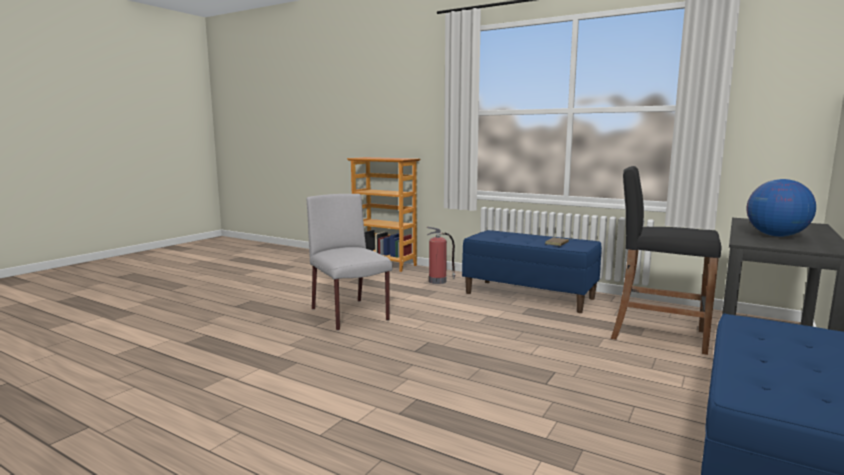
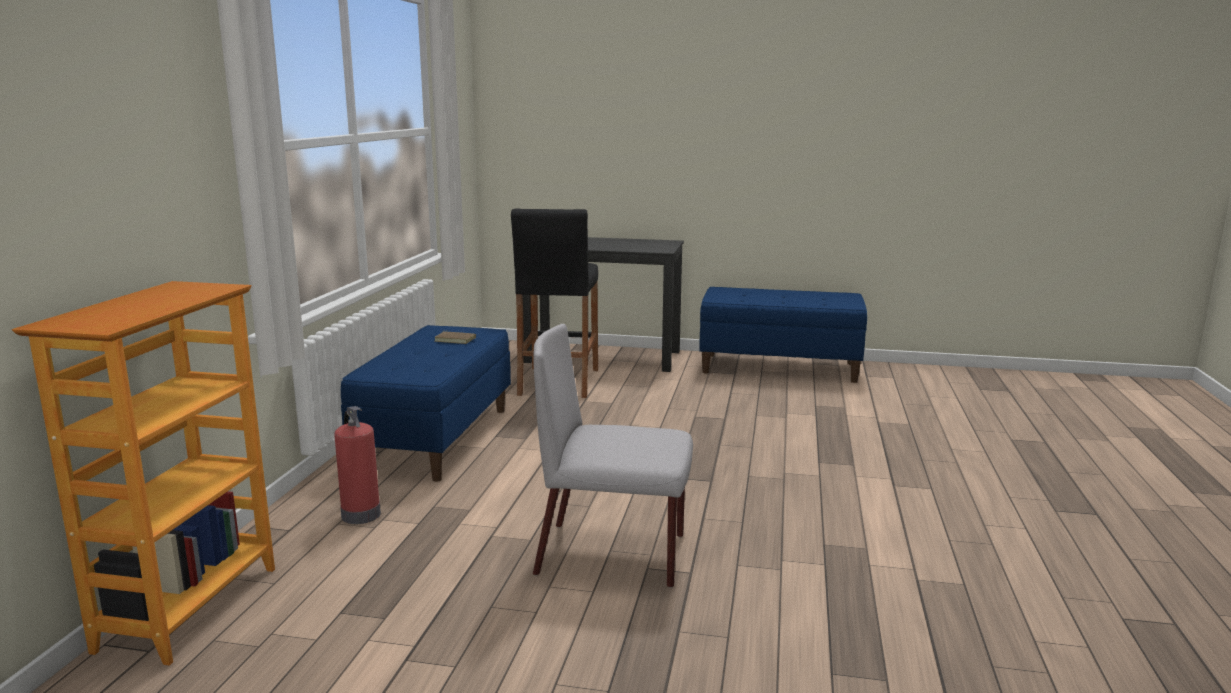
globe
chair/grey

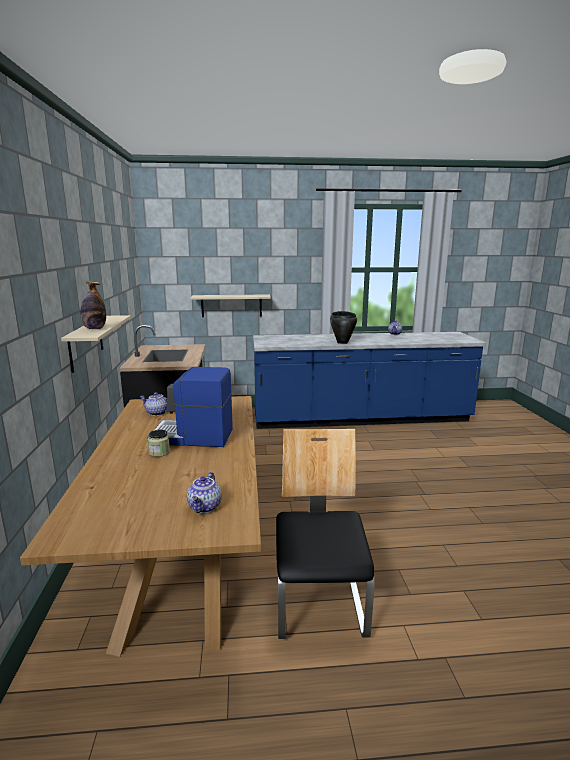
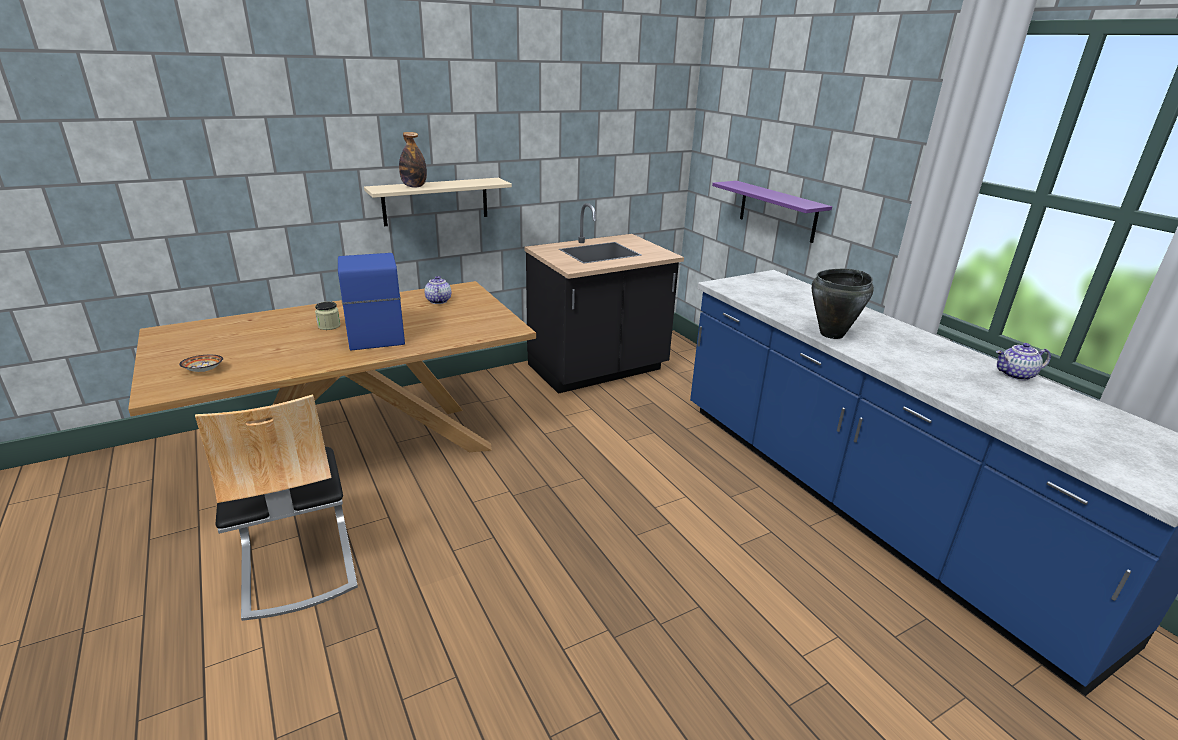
shelf/purple
chair
bowl

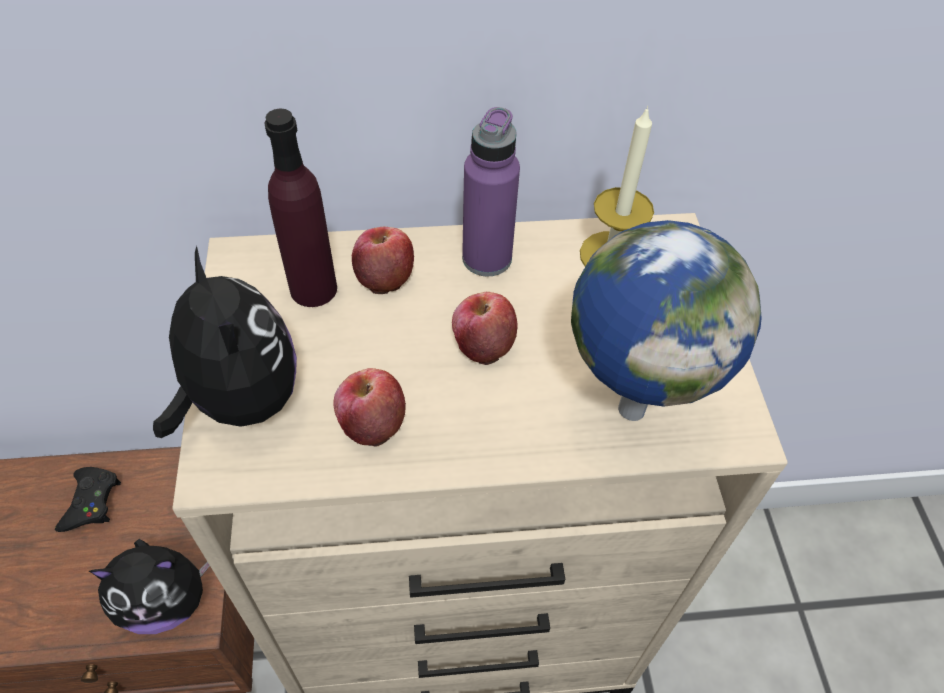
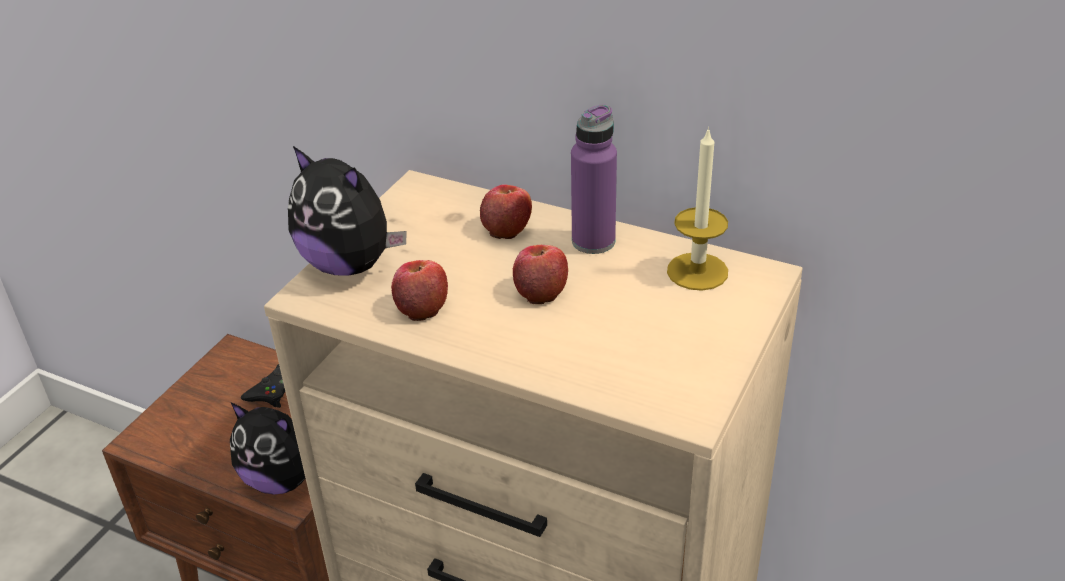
bottle/purple (no. 1 from left in the first image)
globe
plush toy (no. 2 from left)

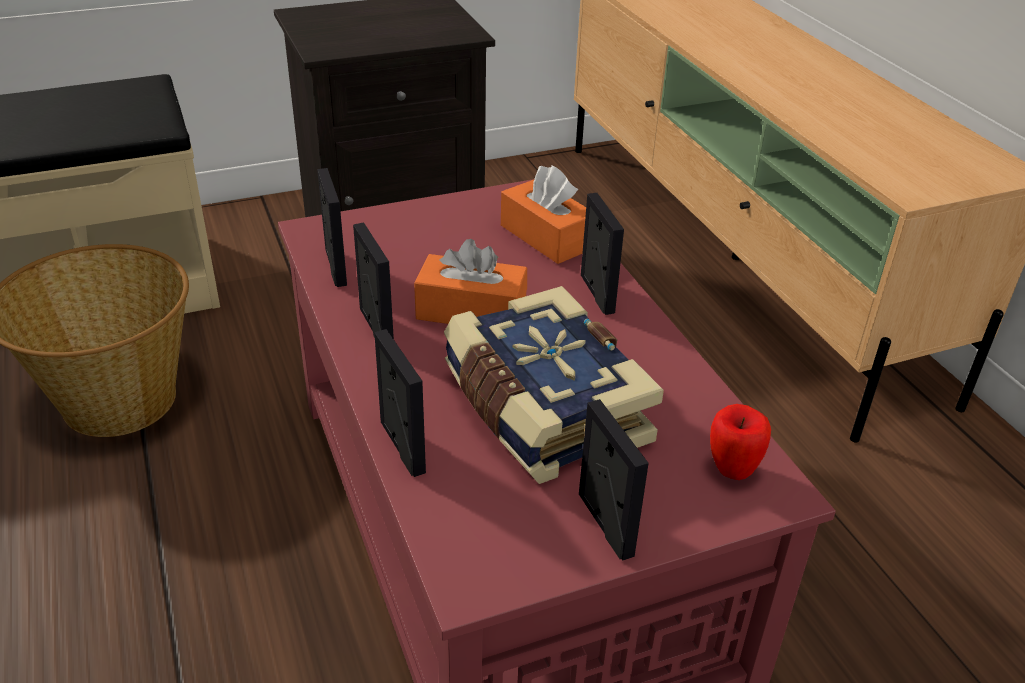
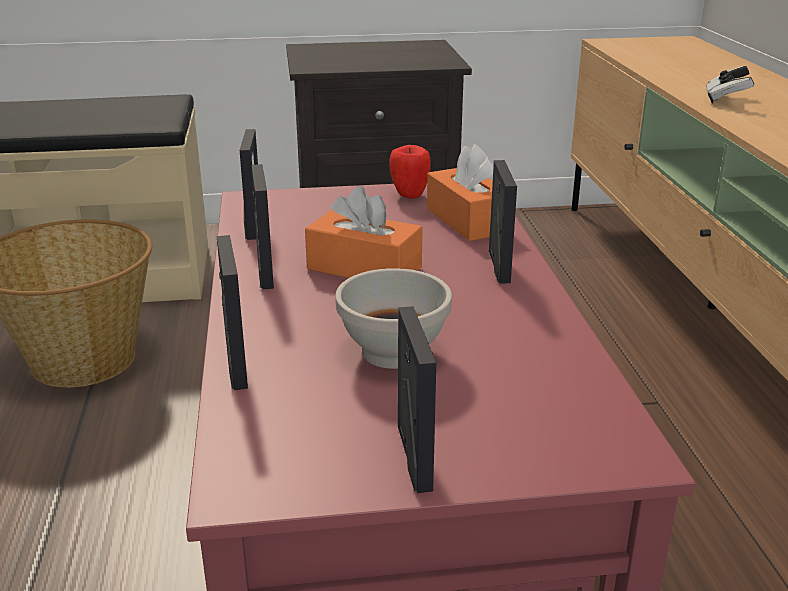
bowl/white
apple
game controller

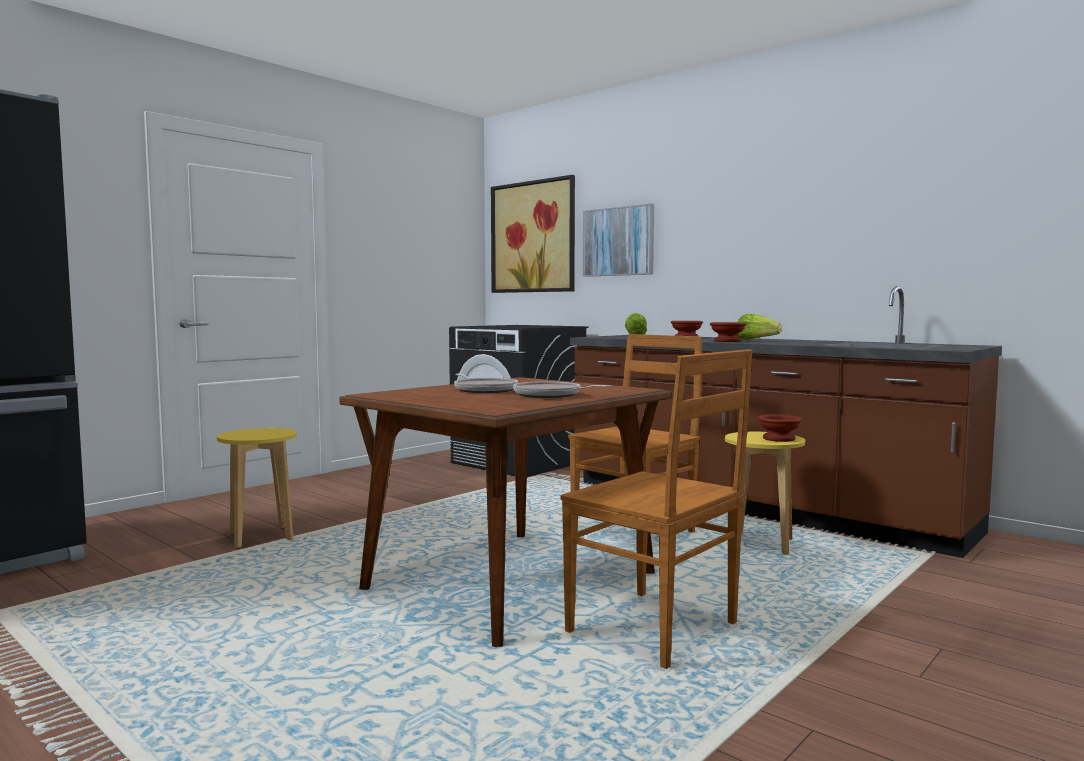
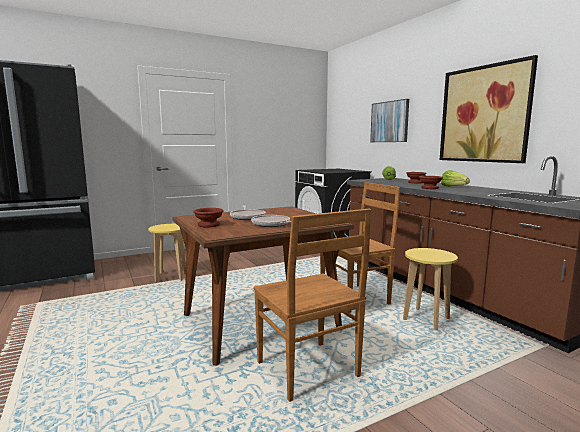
picture (no. 2 from left)
bowl/brown (no. 1 from left)

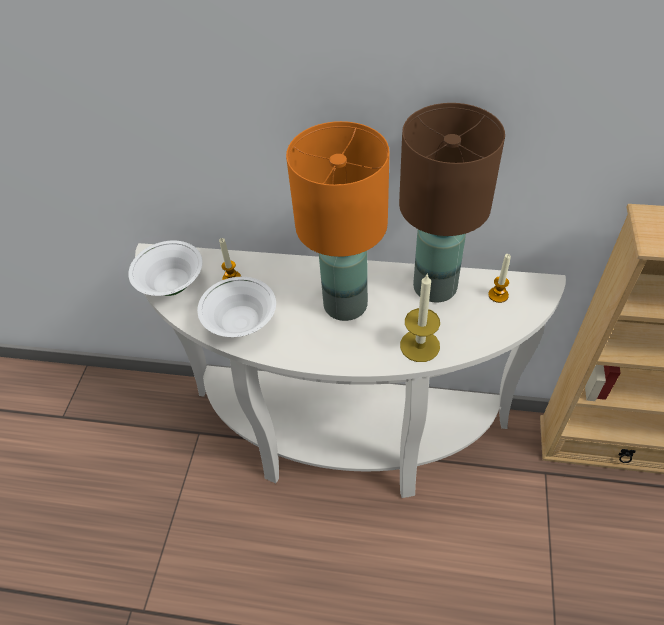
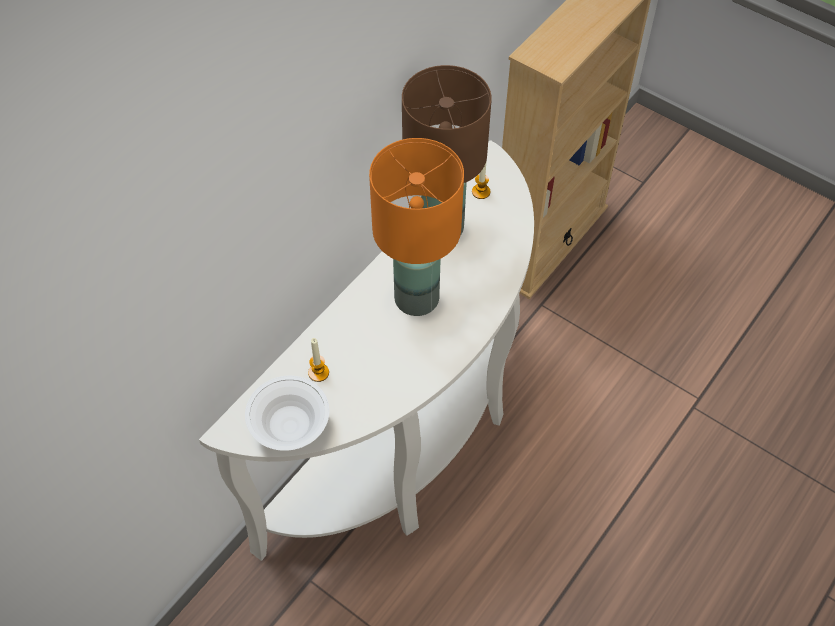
candle (no. 2 from left in the first image)
bowl/white (no. 2 from left in the first image)

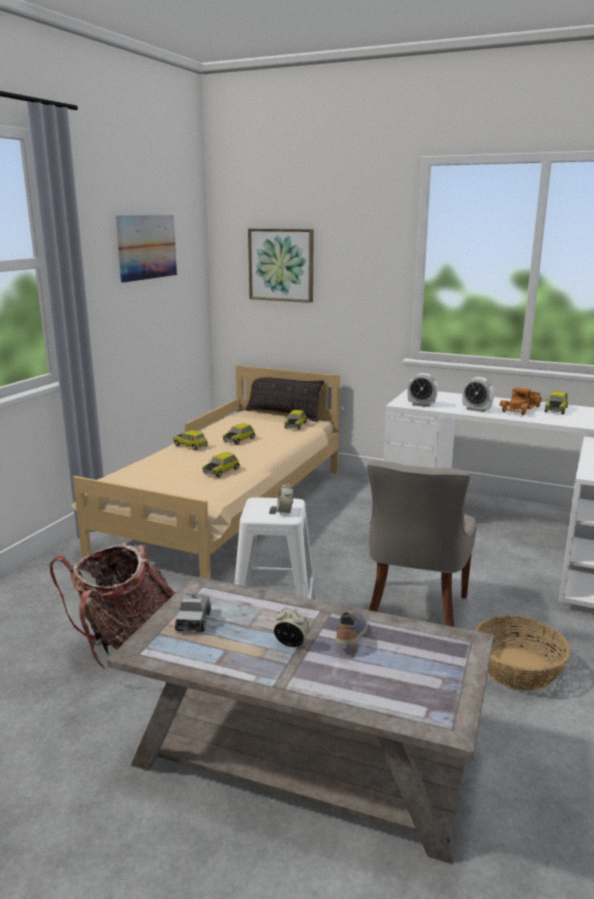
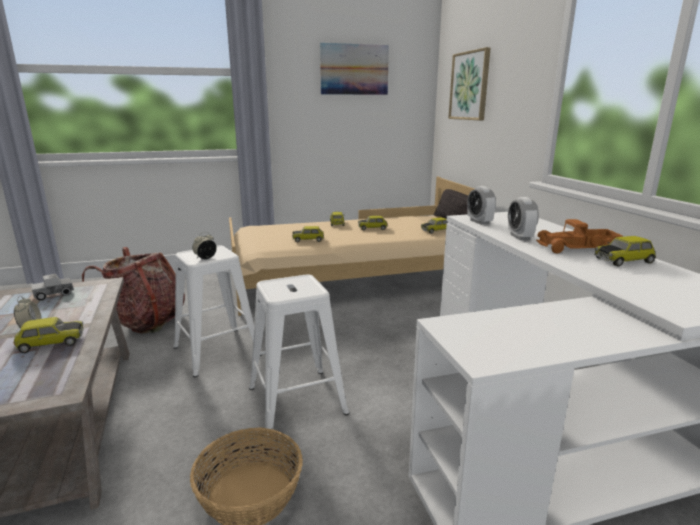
stool/white (no. 2 from left)
toy car (no. 1 from left)

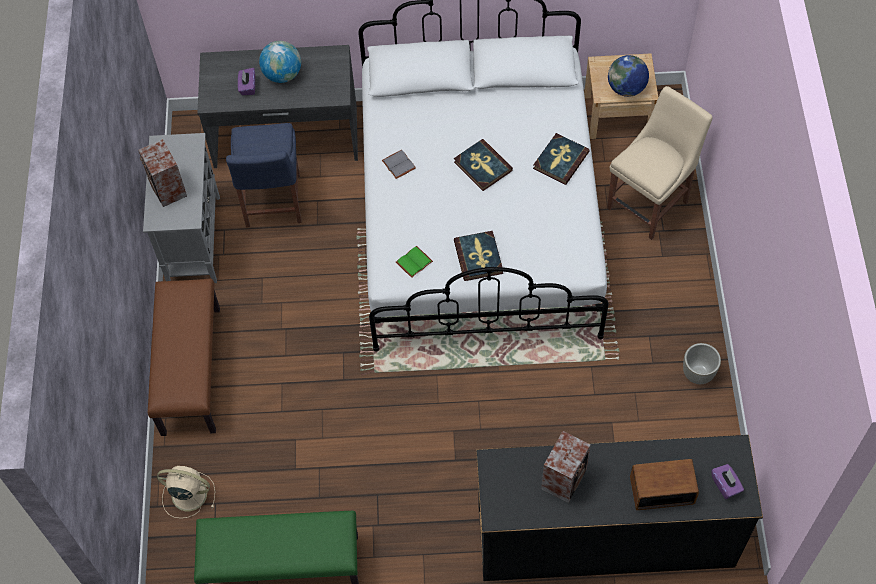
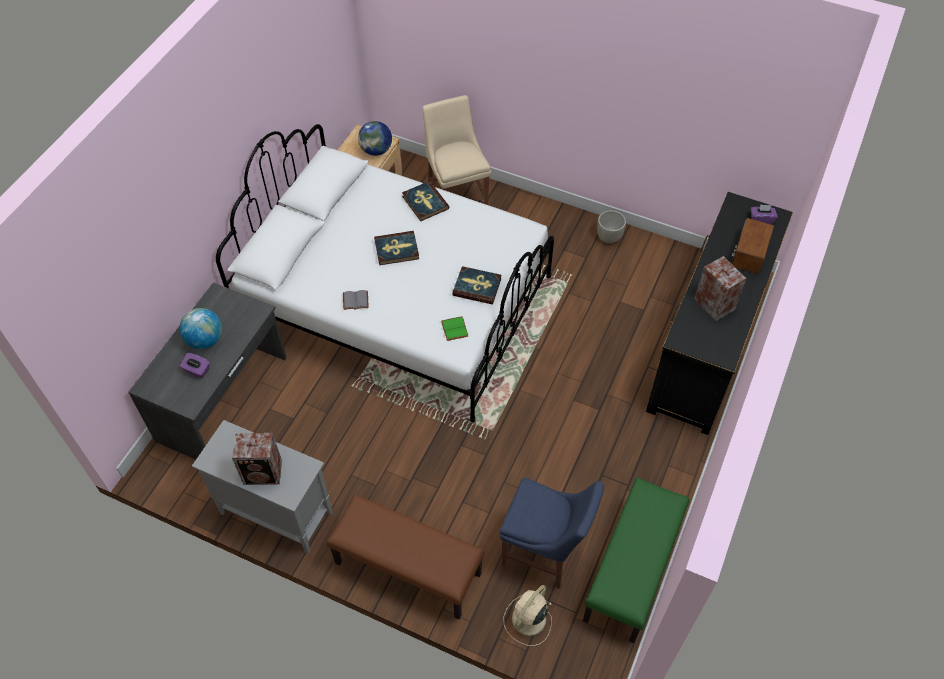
chair/blue

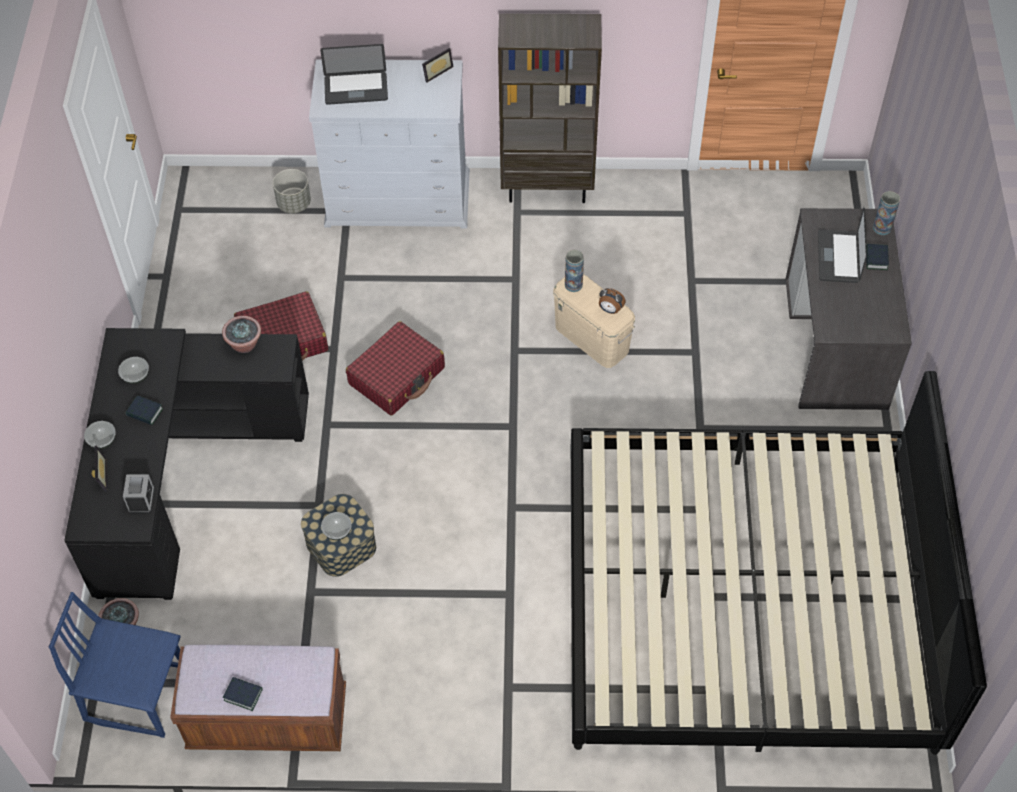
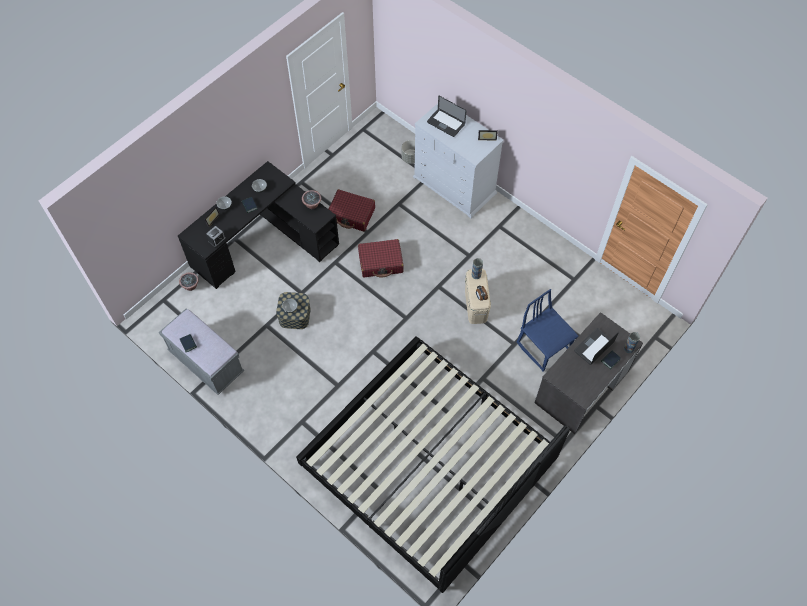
bookcase/brown
chair/blue
bench/grey

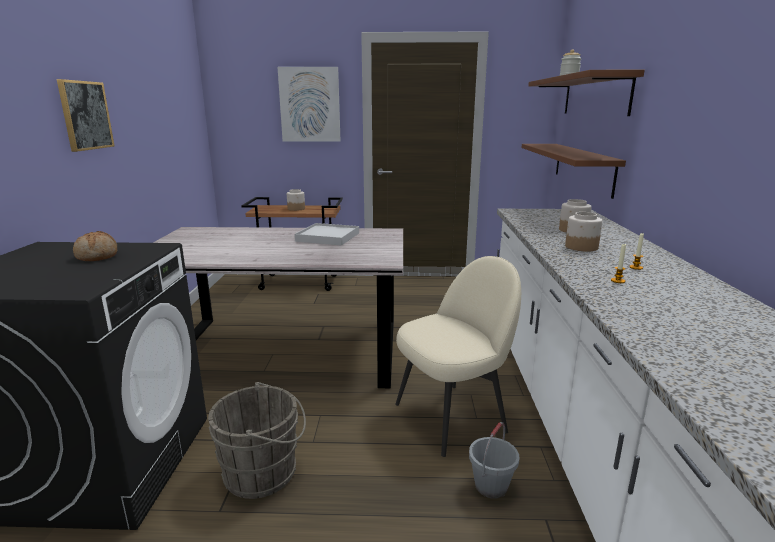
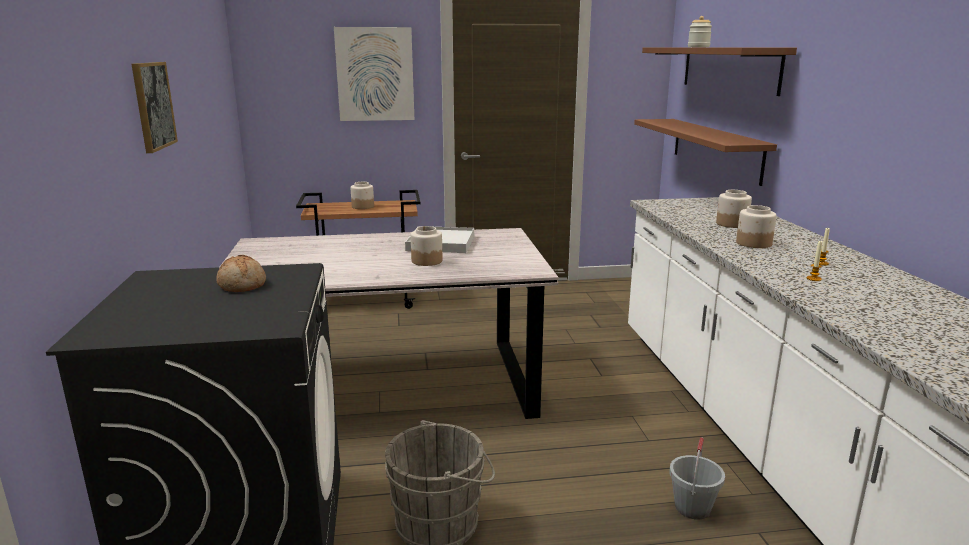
chair/beige
jar (no. 2 from left)

